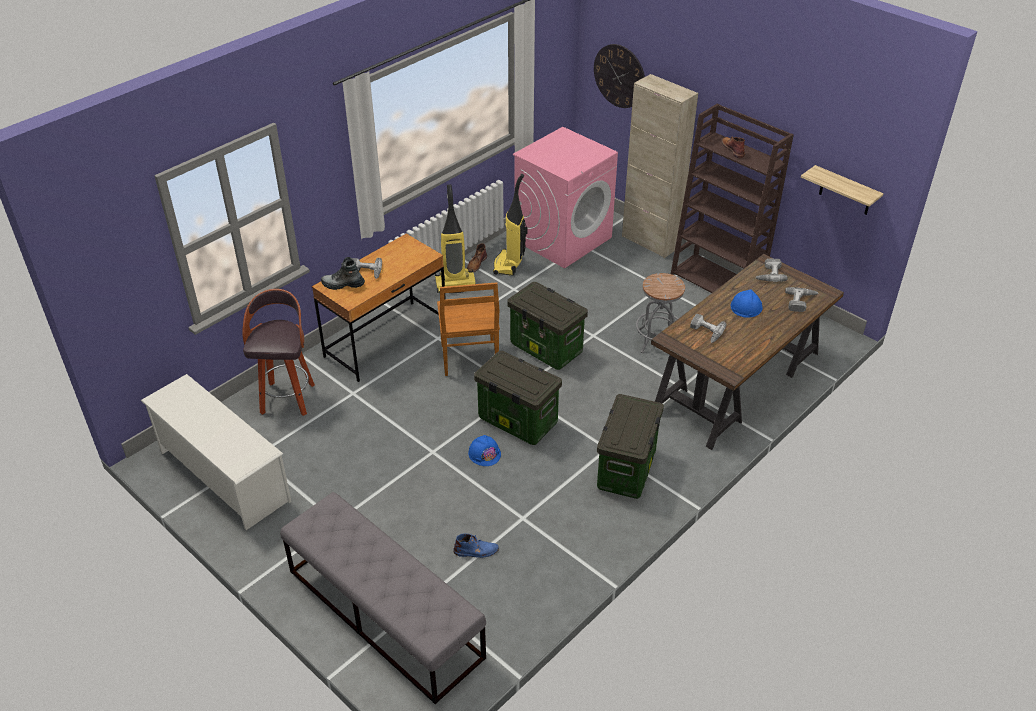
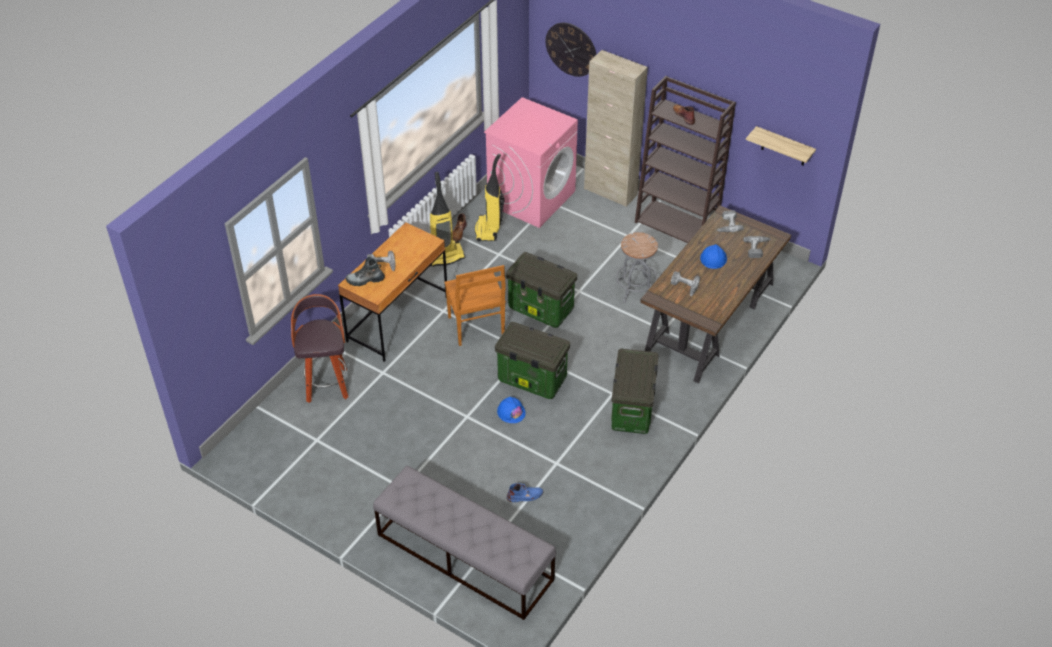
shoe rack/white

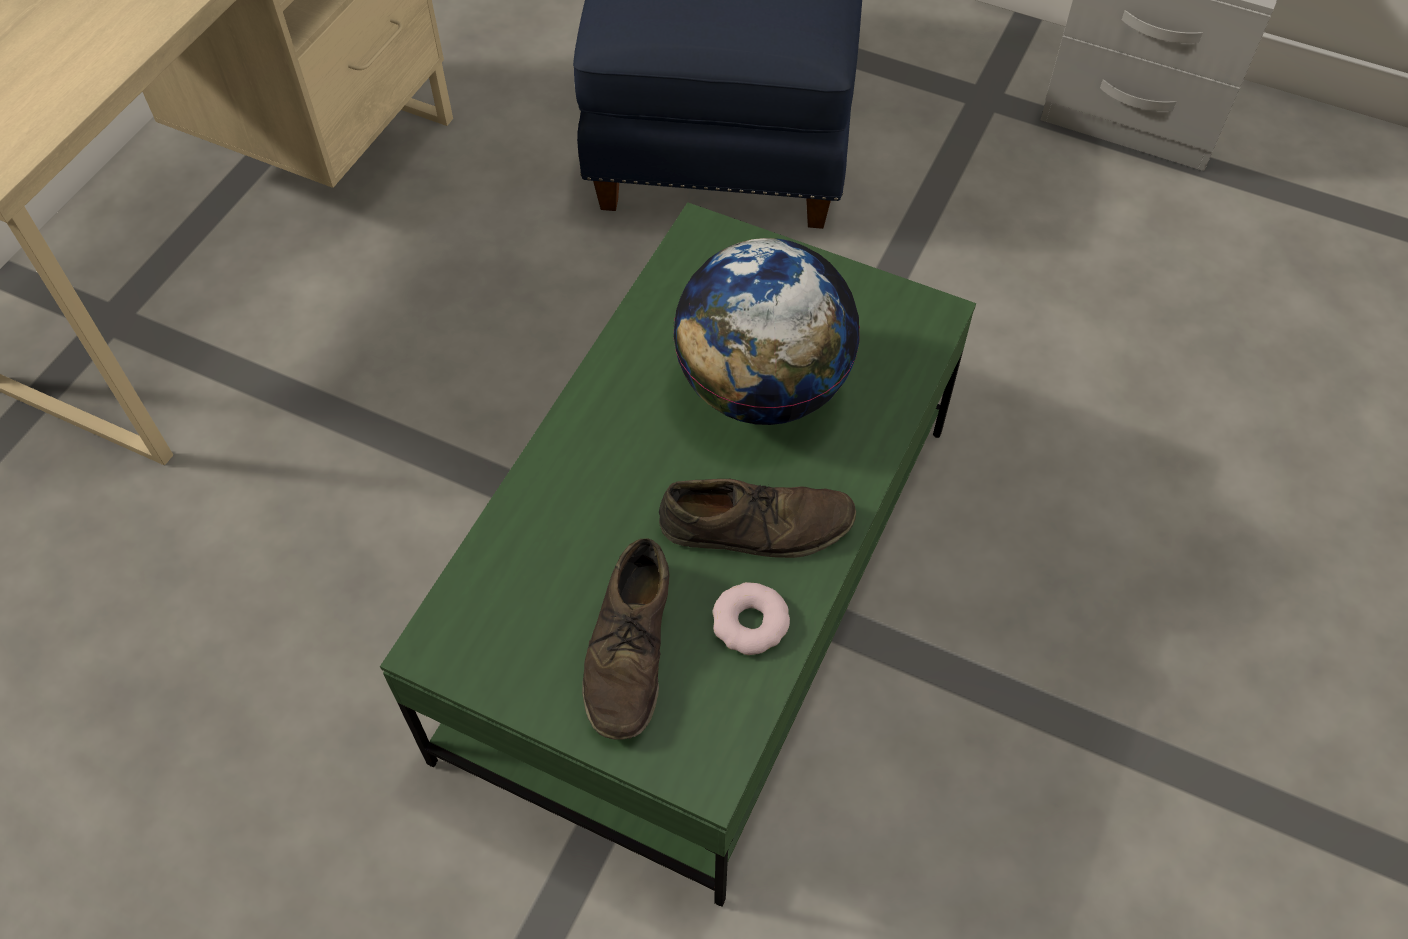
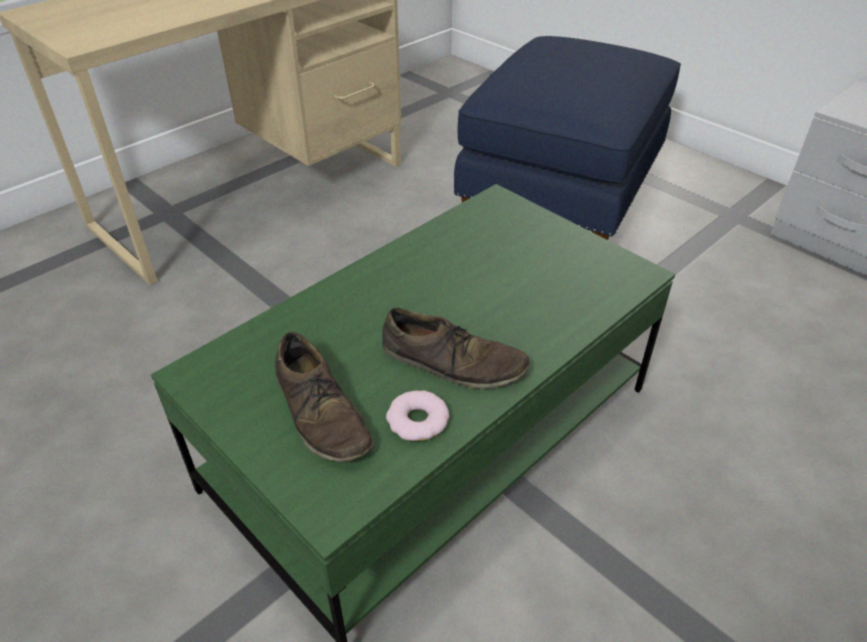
globe
shoe/brown (no. 1 from left)

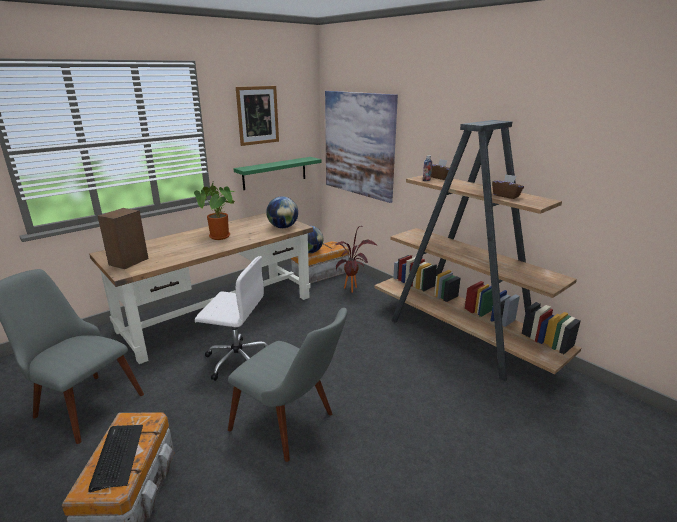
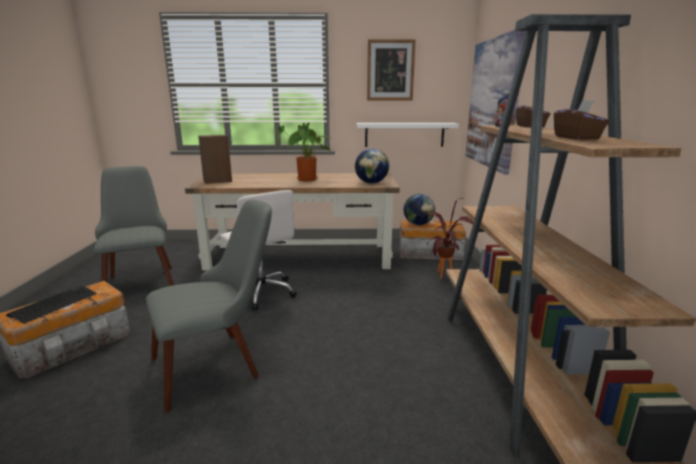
shelf/white
chair/grey (no. 2 from left)

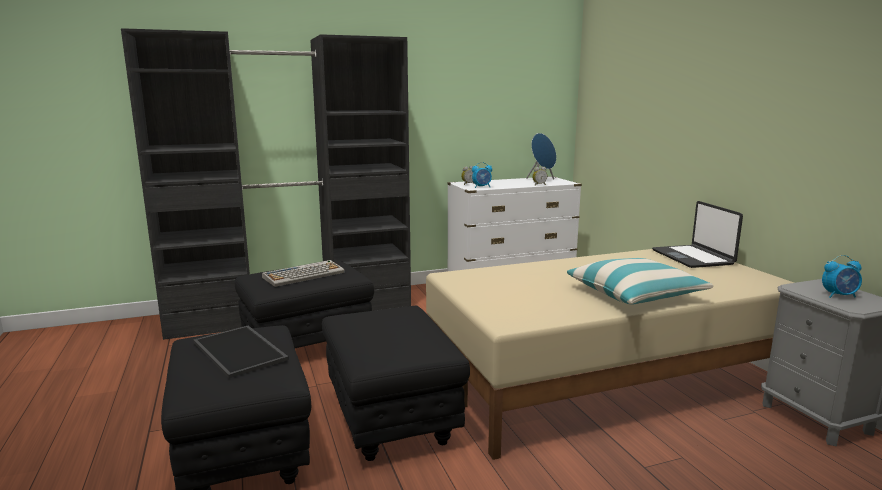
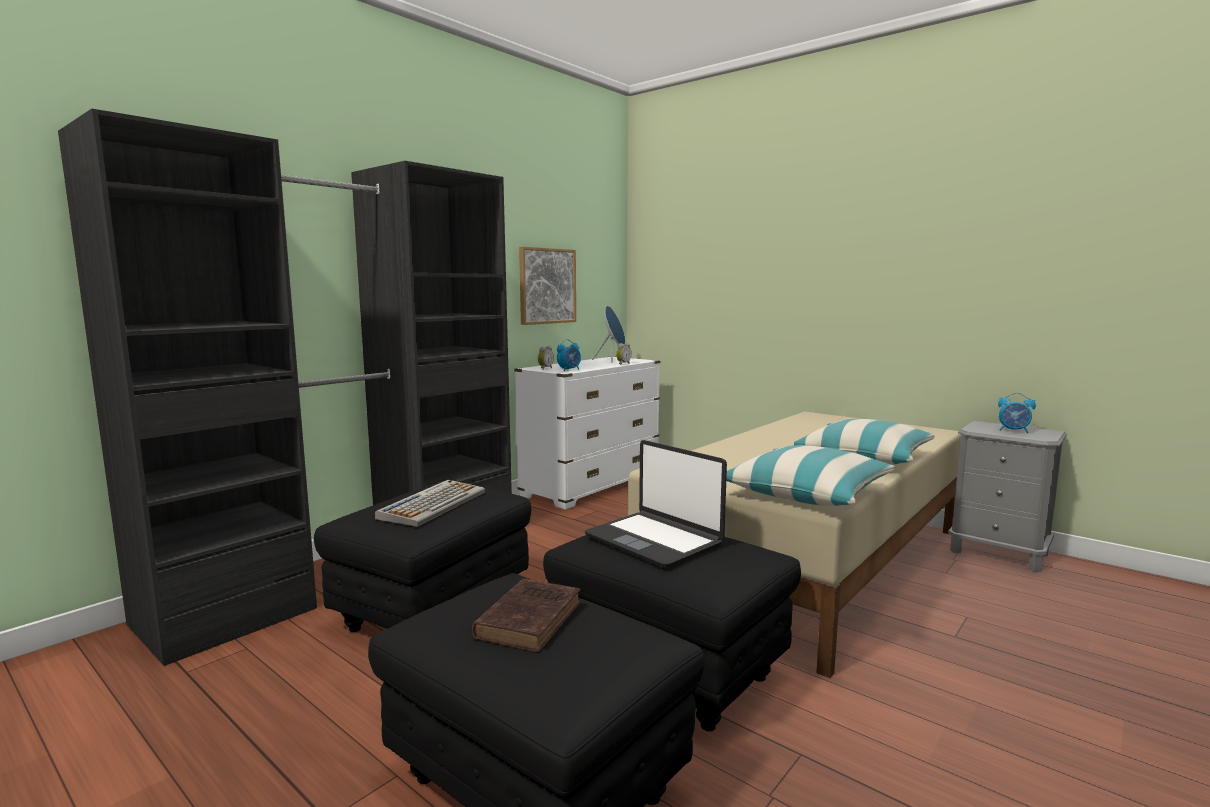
laptop
alarm clock (no. 4 from left)
book/brown
picture
pillow (no. 1 from left)

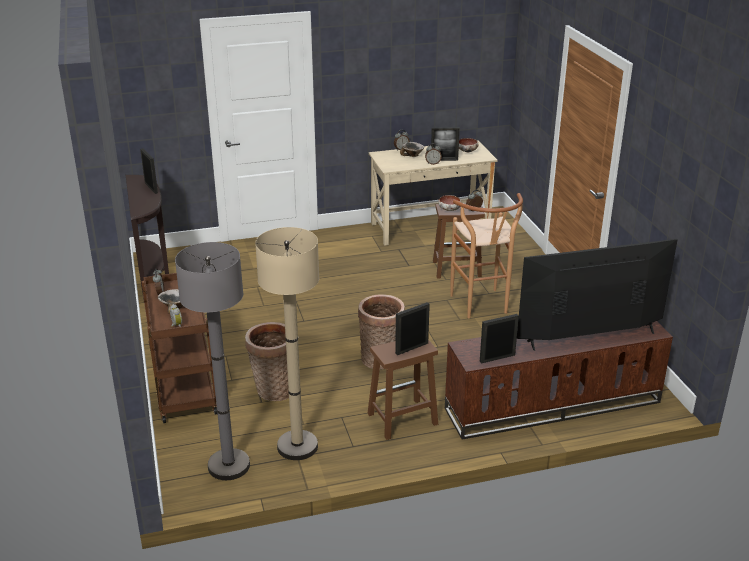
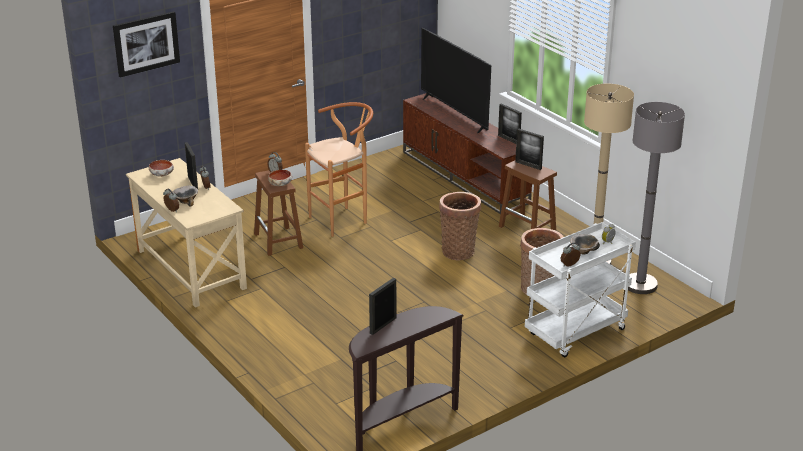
cart/white
picture

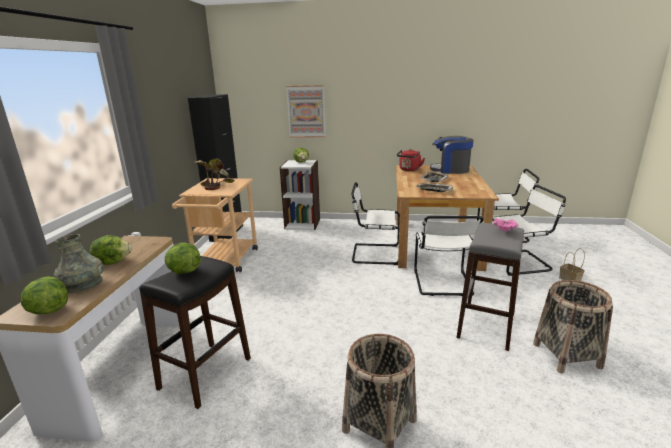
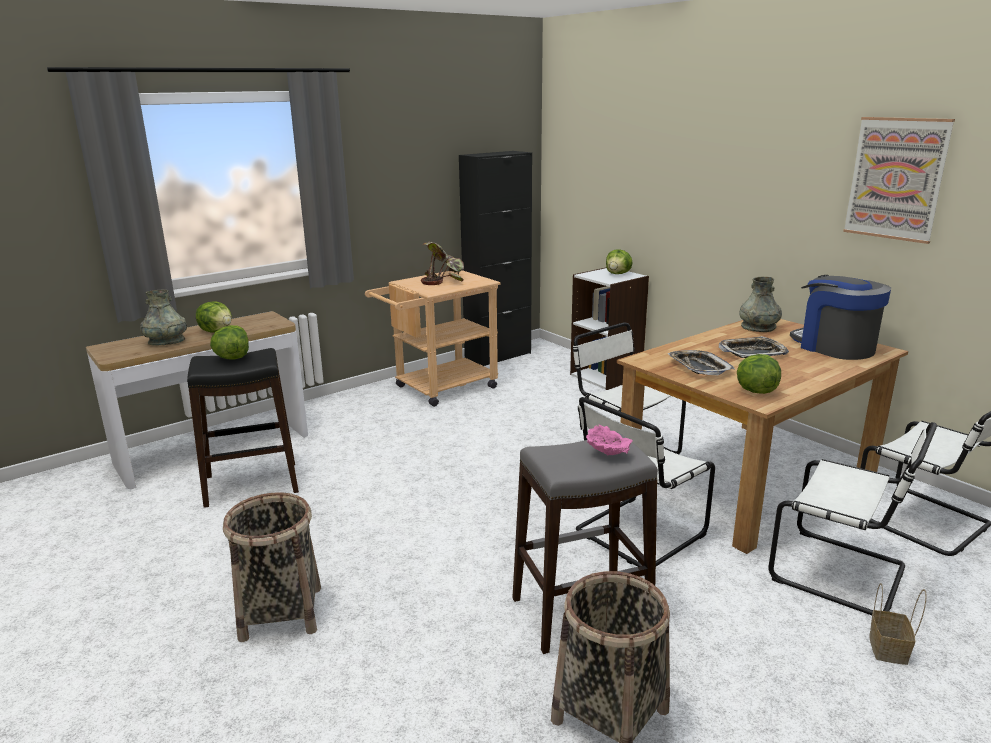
picture
vase/grey (no. 2 from left)
lettuce (no. 4 from left)

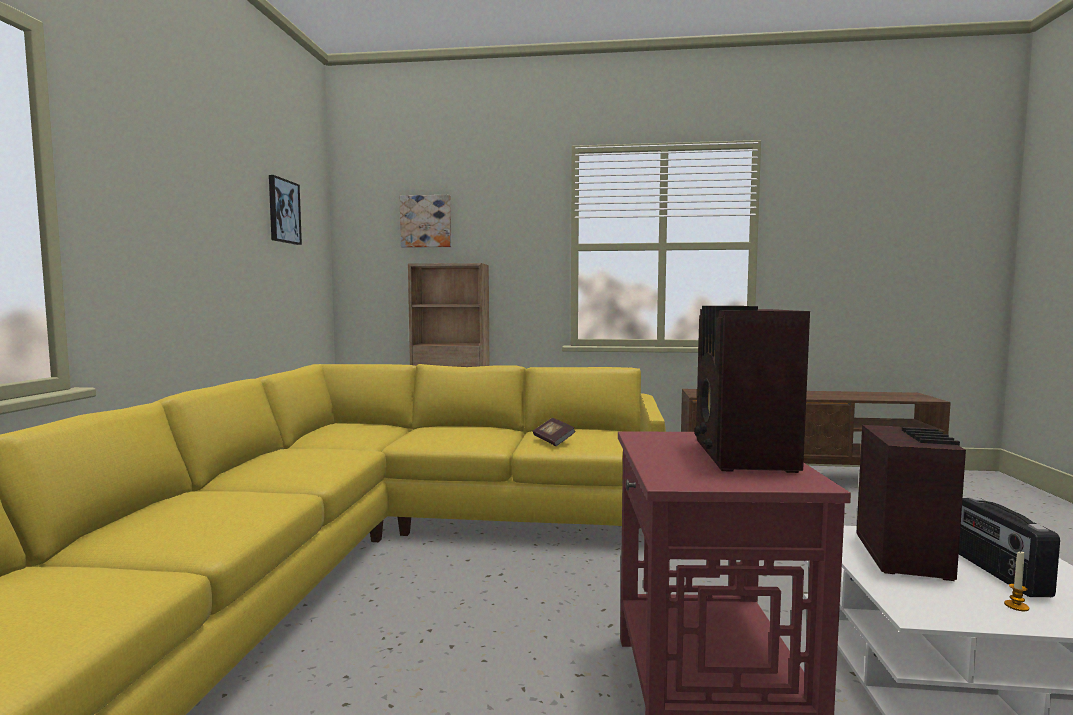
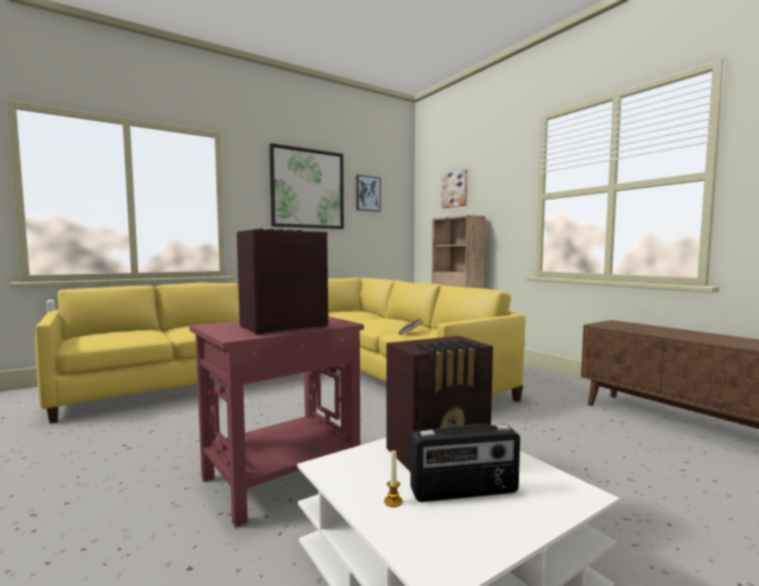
radio (no. 3 from left)
picture (no. 1 from left)

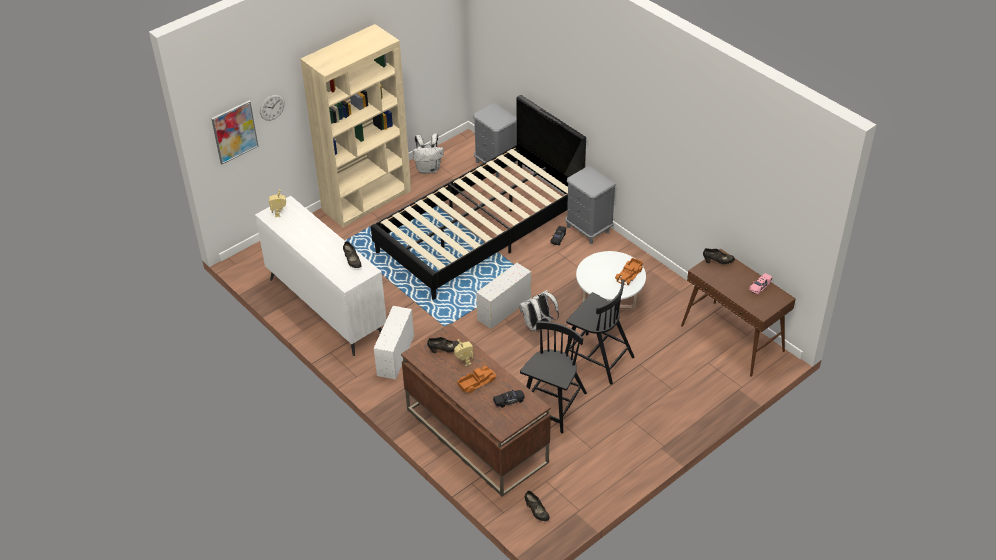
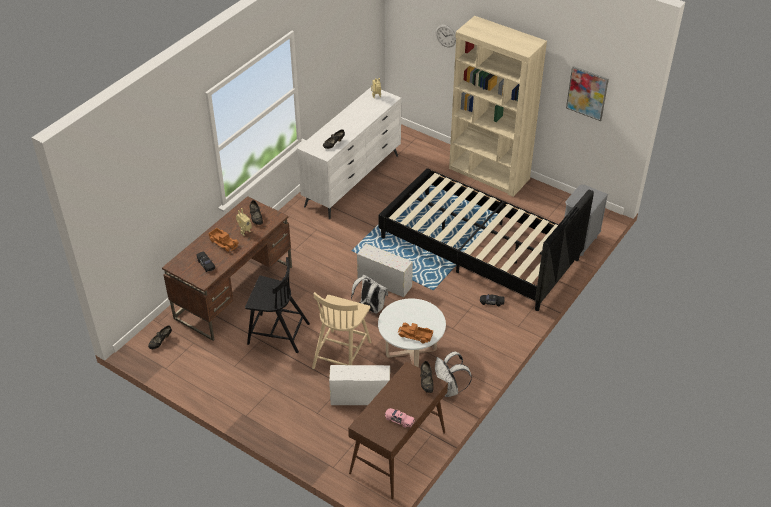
picture
backpack/white (no. 2 from left)
nightstand/grey (no. 2 from left in the first image)
chair/beige
storage box/white (no. 1 from left)

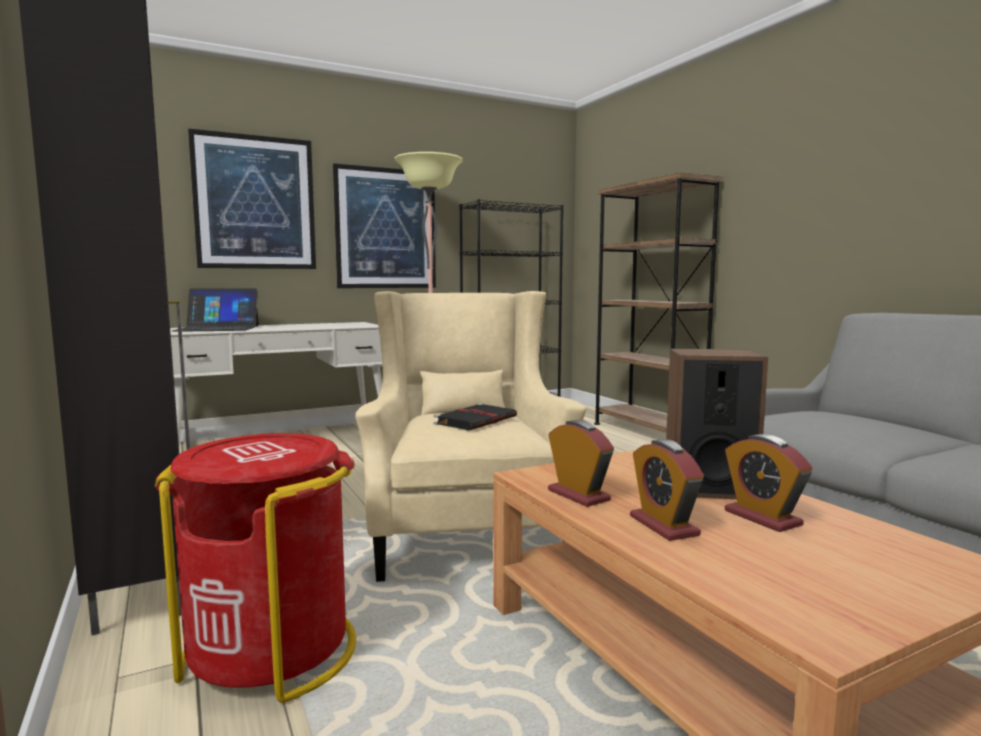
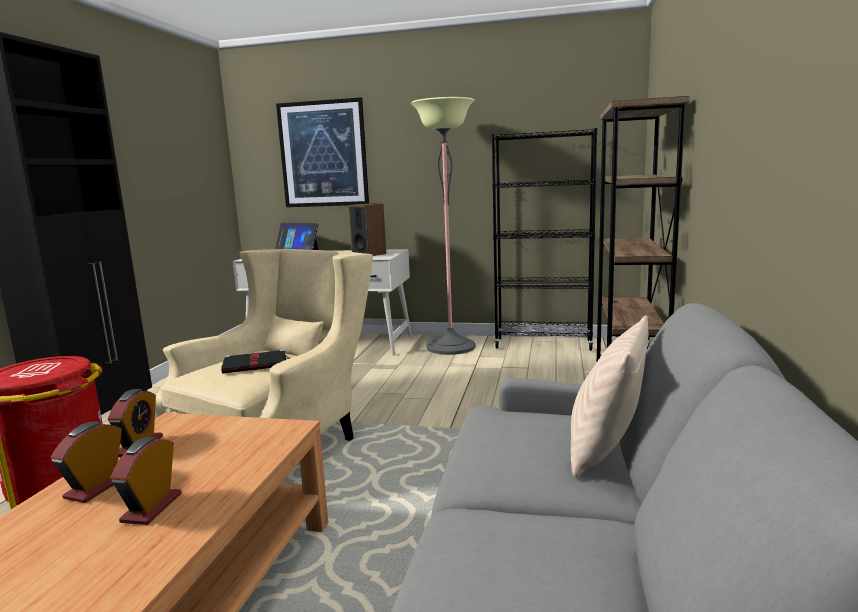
picture (no. 2 from left in the first image)
speaker
pillow/beige

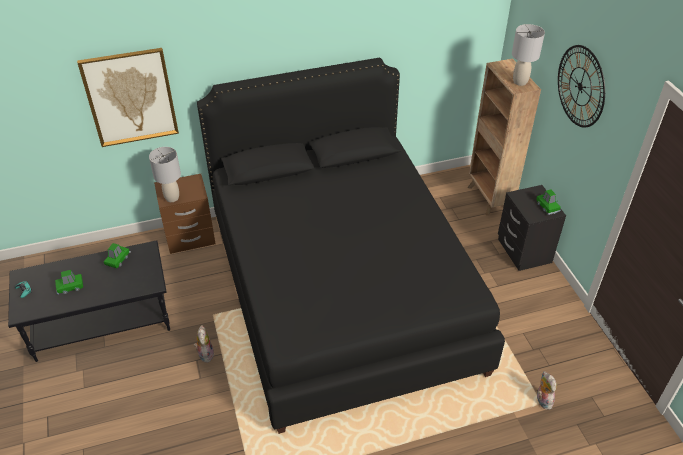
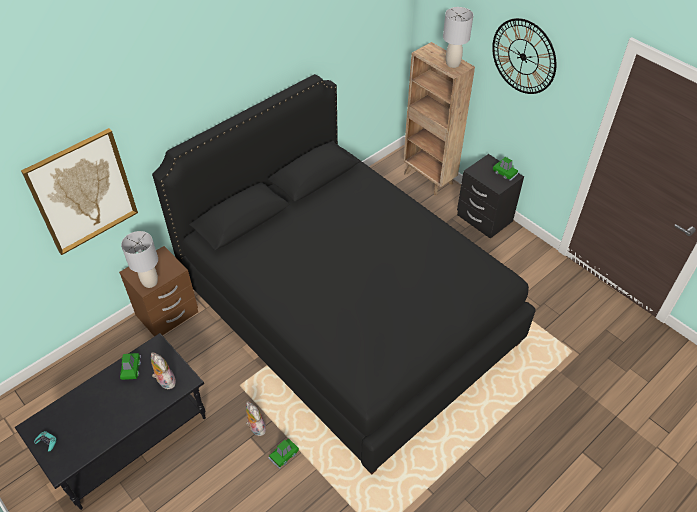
toy car/green (no. 2 from left)
plush toy (no. 1 from left)

